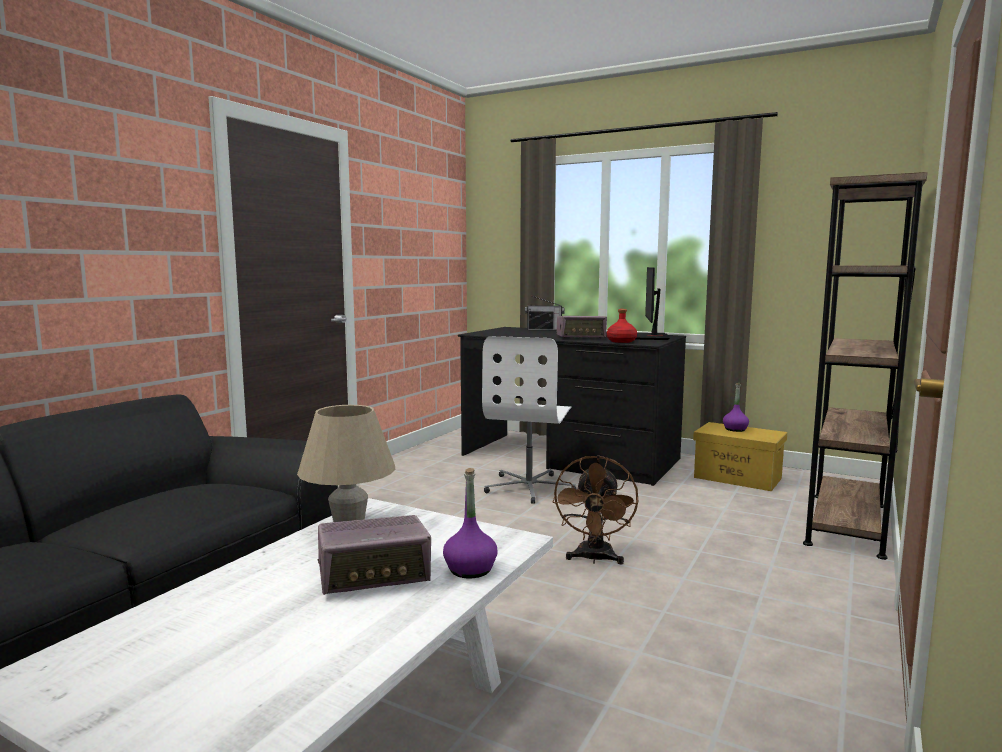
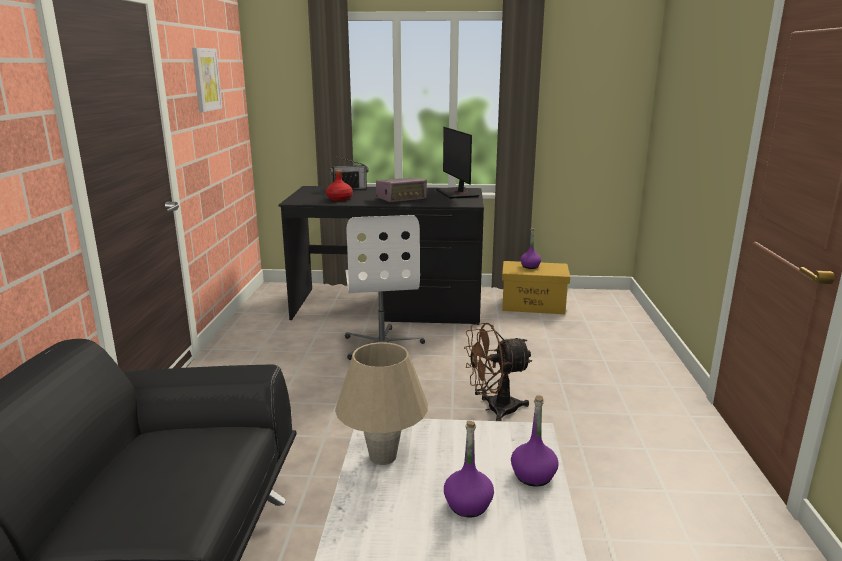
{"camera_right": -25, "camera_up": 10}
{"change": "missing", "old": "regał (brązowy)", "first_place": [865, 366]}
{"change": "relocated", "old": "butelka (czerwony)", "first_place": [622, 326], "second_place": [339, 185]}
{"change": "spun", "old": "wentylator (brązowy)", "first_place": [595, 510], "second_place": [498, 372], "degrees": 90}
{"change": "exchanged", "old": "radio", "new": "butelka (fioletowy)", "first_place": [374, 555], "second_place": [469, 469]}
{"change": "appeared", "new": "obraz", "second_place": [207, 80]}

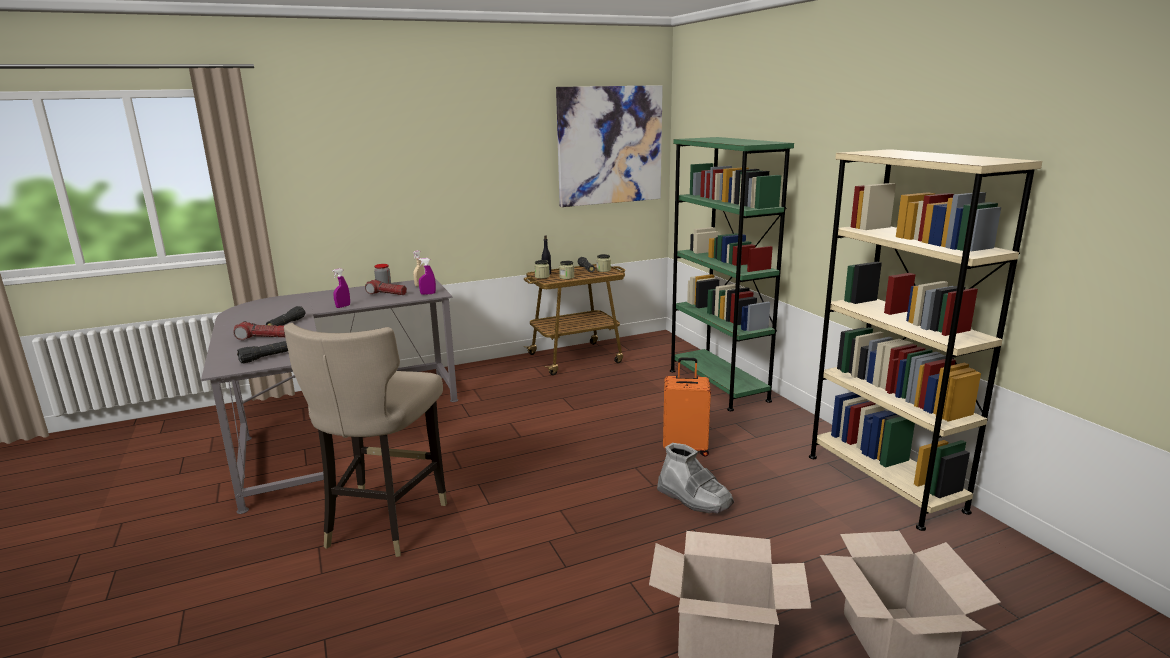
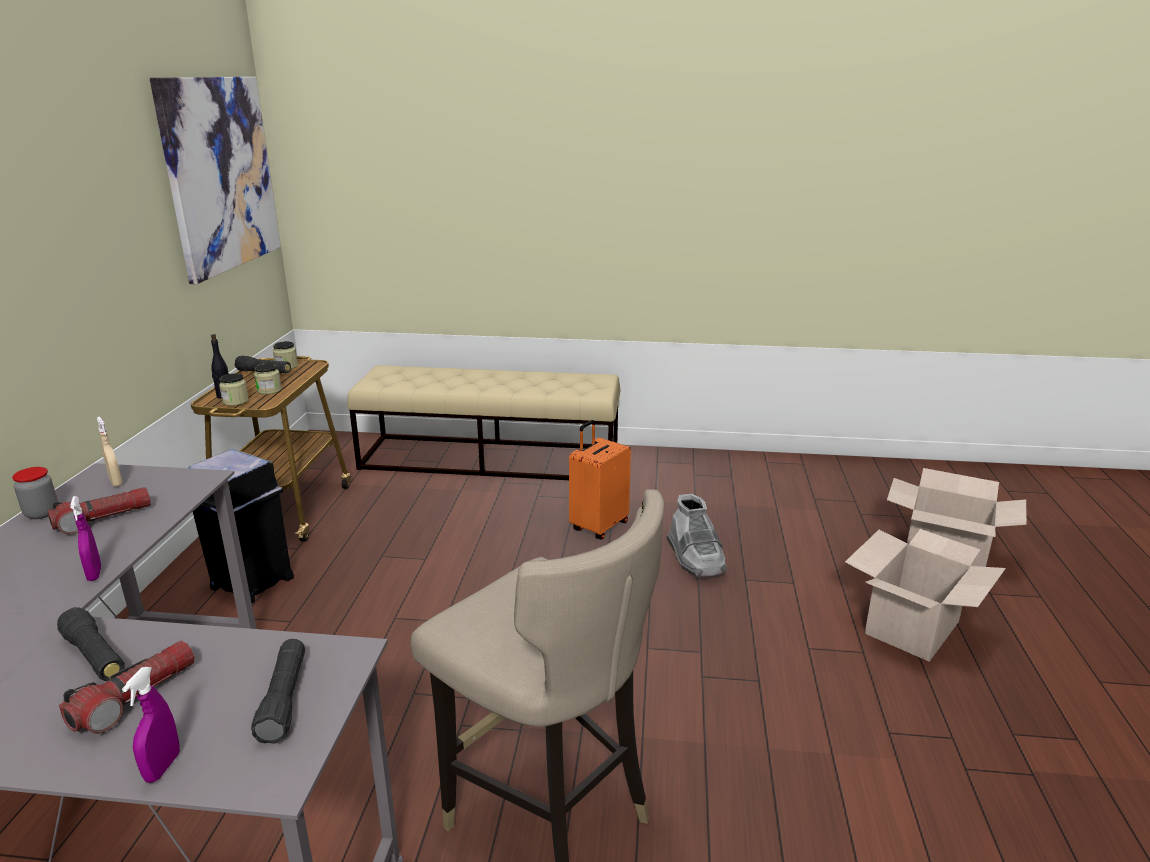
{"camera_right": -60, "camera_up": 5}
{"change": "exchanged", "old": "regał (zielony)", "new": "ławka (beżowy)", "first_place": [732, 274], "second_place": [484, 422]}
{"change": "missing", "old": "regał (beżowy)", "first_place": [925, 340]}
{"change": "relocated", "old": "spryskiwacz (fioletowy)", "first_place": [427, 276], "second_place": [151, 725]}
{"change": "spun", "old": "but z cholewką (szary)", "first_place": [695, 478], "second_place": [697, 535], "degrees": 90}
{"change": "appeared", "new": "kosz na śmieci (czarny)", "second_place": [241, 526]}

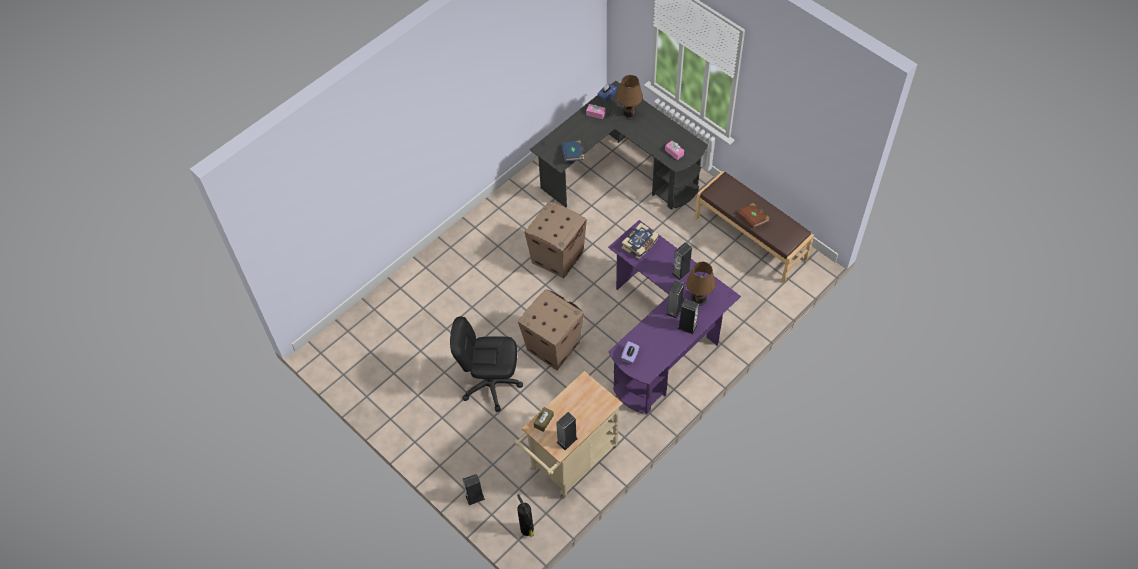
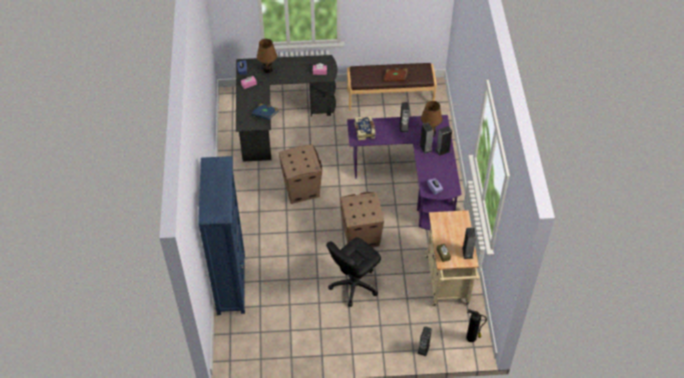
{"camera_right": -50, "camera_up": -5}
{"change": "appeared", "new": "regał (niebieski)", "second_place": [221, 235]}

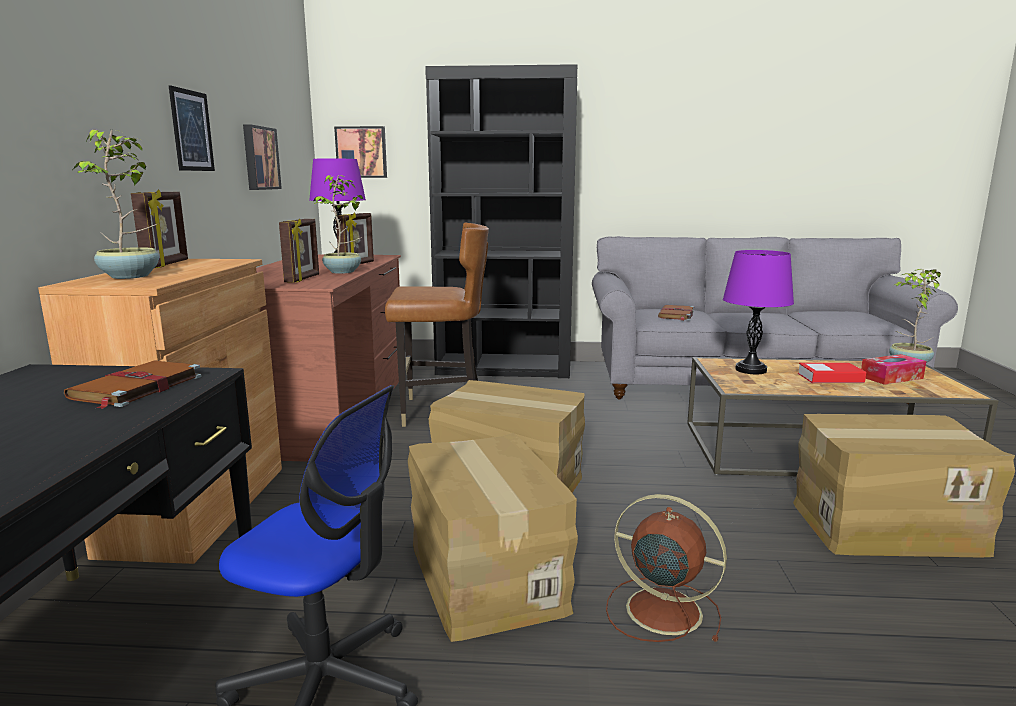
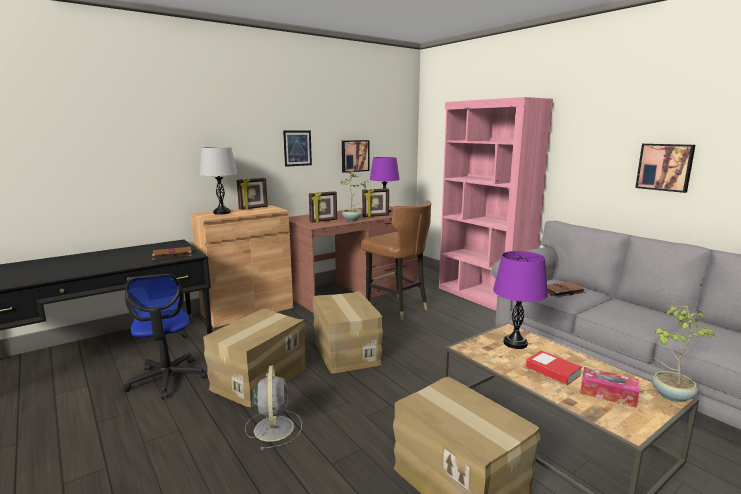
{"camera_right": 50, "camera_up": 0}
{"change": "colour", "old": "regał (czarny)", "new": "regał (różowy)", "first_place": [501, 221], "second_place": [496, 204]}
{"change": "relocated", "old": "obraz", "first_place": [360, 152], "second_place": [665, 168]}
{"change": "exchanged", "old": "roślina doniczkowa", "new": "lampa stołowa (szary)", "first_place": [116, 204], "second_place": [218, 181]}
{"change": "colour", "old": "wentylator (brązowy)", "new": "wentylator (szary)", "first_place": [666, 568], "second_place": [273, 407]}

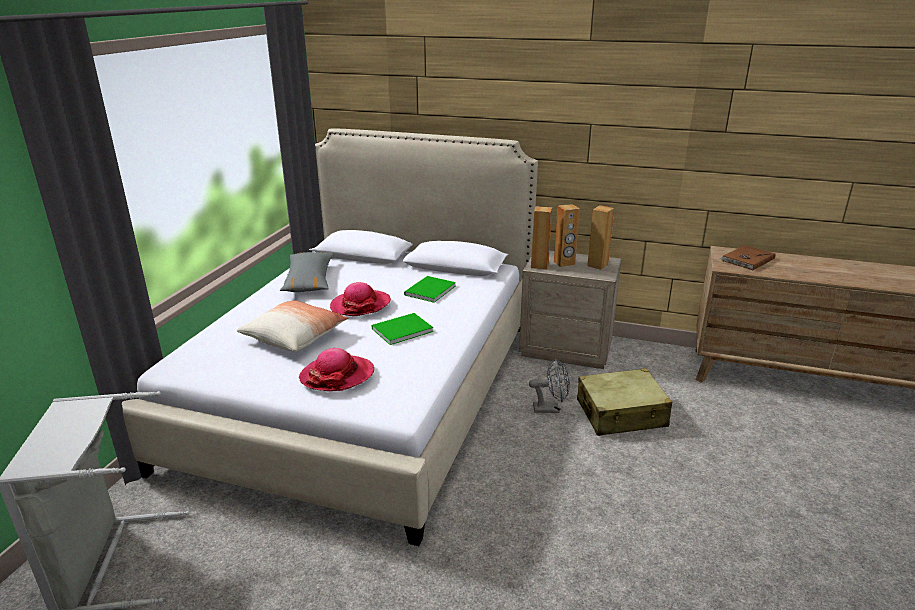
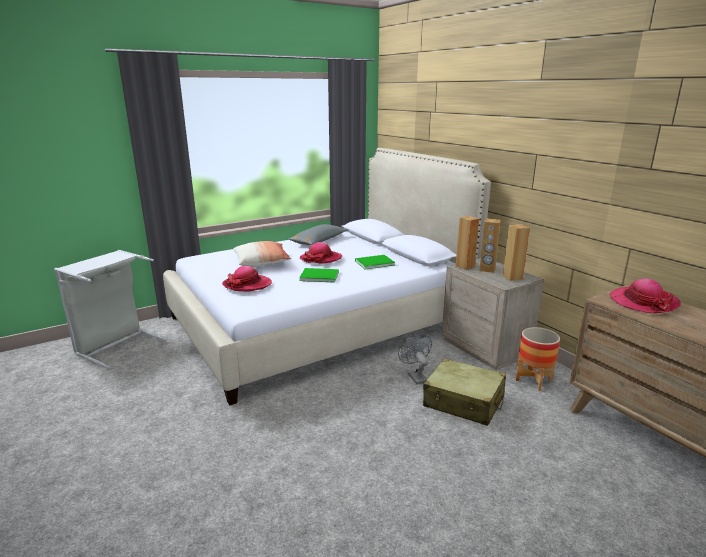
{"camera_right": 40, "camera_up": -5}
{"change": "exchanged", "old": "książka (brązowy)", "new": "kapelusz", "first_place": [748, 257], "second_place": [645, 295]}
{"change": "spun", "old": "wentylator (szary)", "first_place": [549, 385], "second_place": [415, 359], "degrees": -150}
{"change": "appeared", "new": "donica", "second_place": [537, 359]}

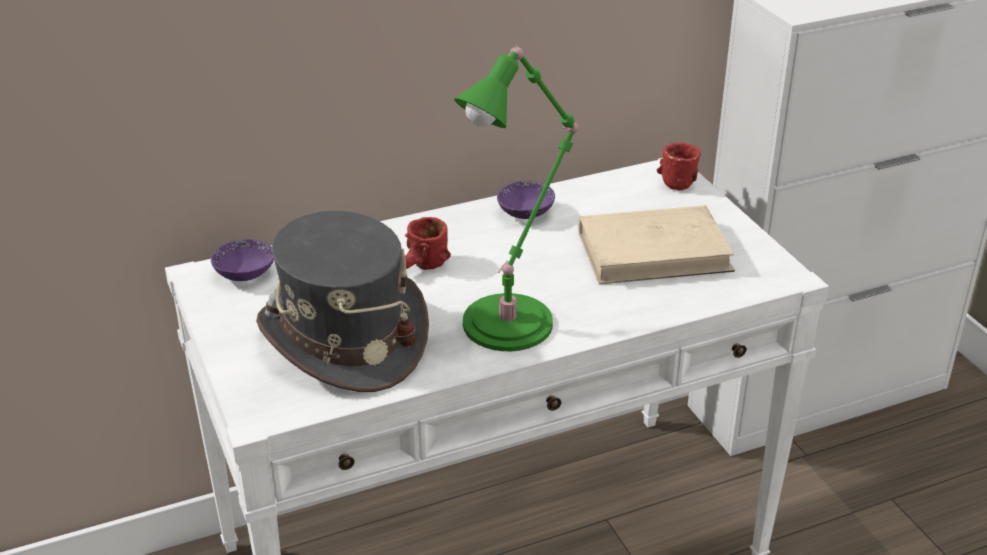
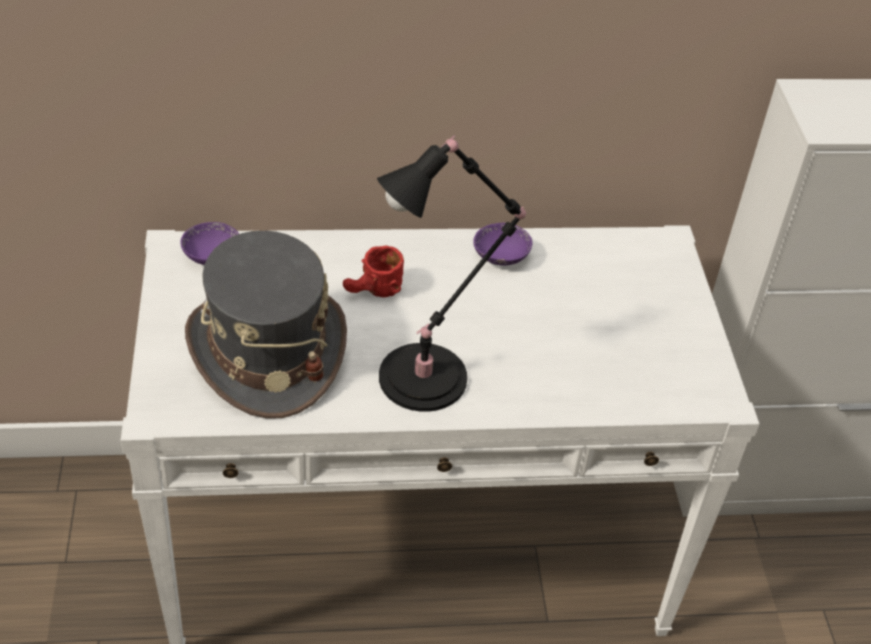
{"camera_right": 15, "camera_up": 10}
{"change": "colour", "old": "lampa stołowa (zielony)", "new": "lampa stołowa (czarny)", "first_place": [516, 197], "second_place": [451, 273]}
{"change": "missing", "old": "kubek (czerwony)", "first_place": [679, 166]}
{"change": "missing", "old": "książka (beżowy)", "first_place": [656, 244]}

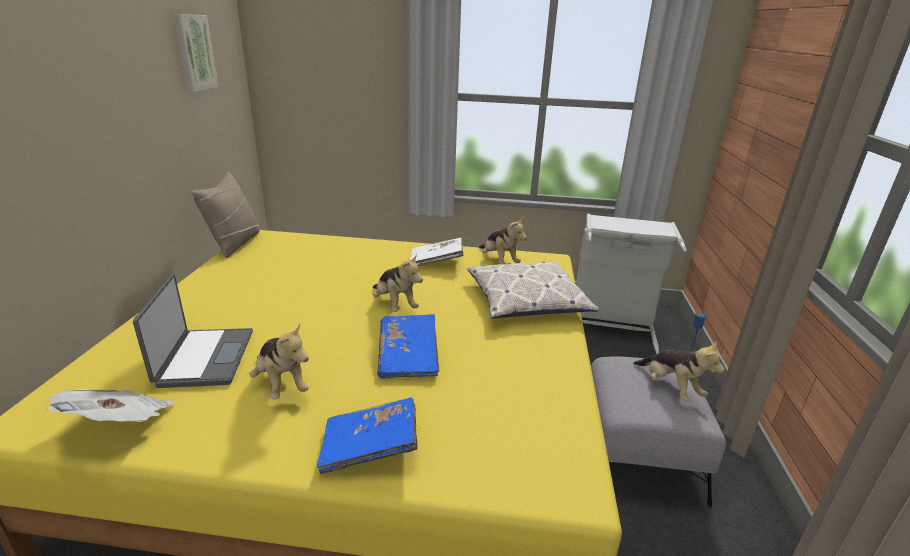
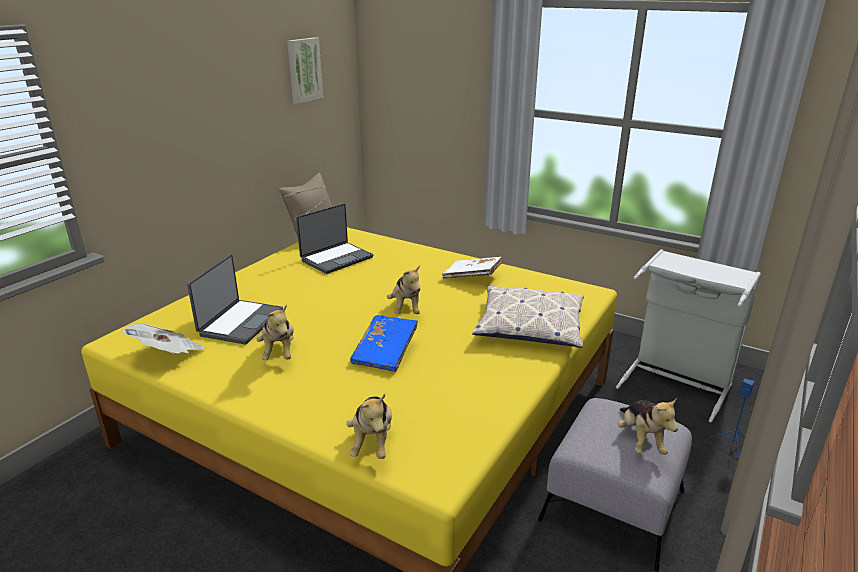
{"camera_right": 25, "camera_up": 0}
{"change": "relocated", "old": "pluszak", "first_place": [503, 240], "second_place": [369, 426]}
{"change": "missing", "old": "książka (niebieski)", "first_place": [367, 436]}
{"change": "appeared", "new": "laptop", "second_place": [334, 238]}

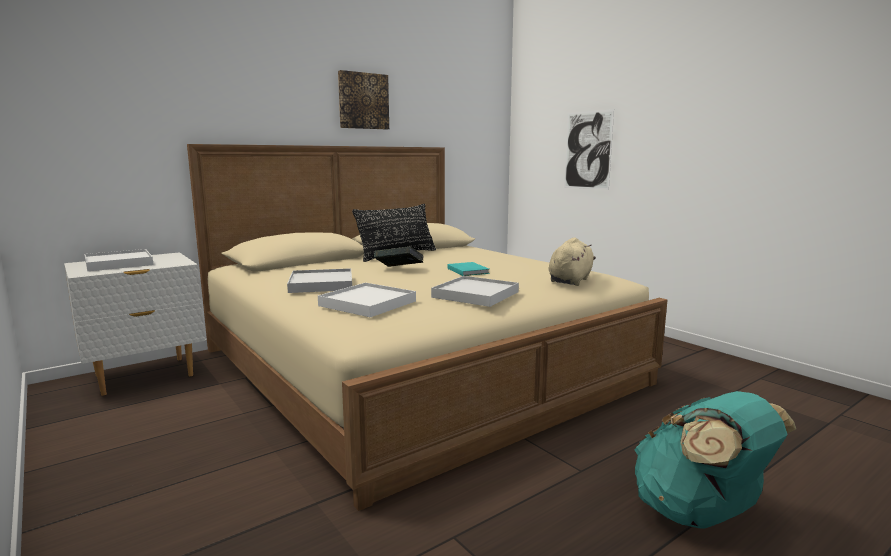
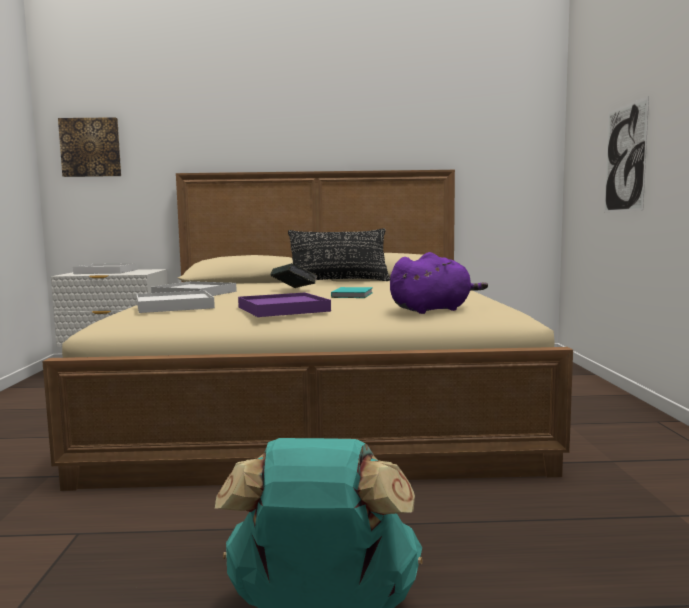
{"camera_right": 35, "camera_up": -5}
{"change": "relocated", "old": "obraz", "first_place": [363, 99], "second_place": [89, 147]}
{"change": "colour", "old": "pluszak (beżowy)", "new": "pluszak (fioletowy)", "first_place": [572, 261], "second_place": [439, 283]}
{"change": "colour", "old": "taca (biały)", "new": "taca (fioletowy)", "first_place": [475, 291], "second_place": [284, 304]}

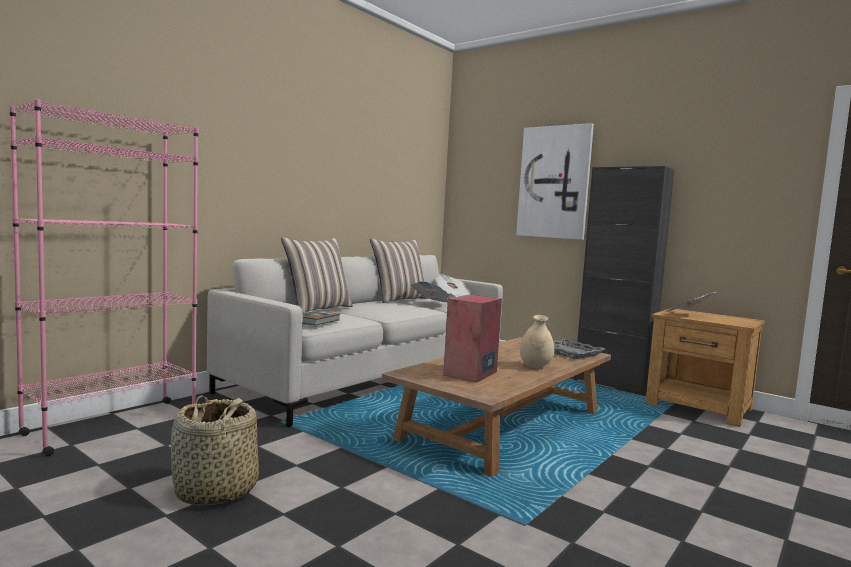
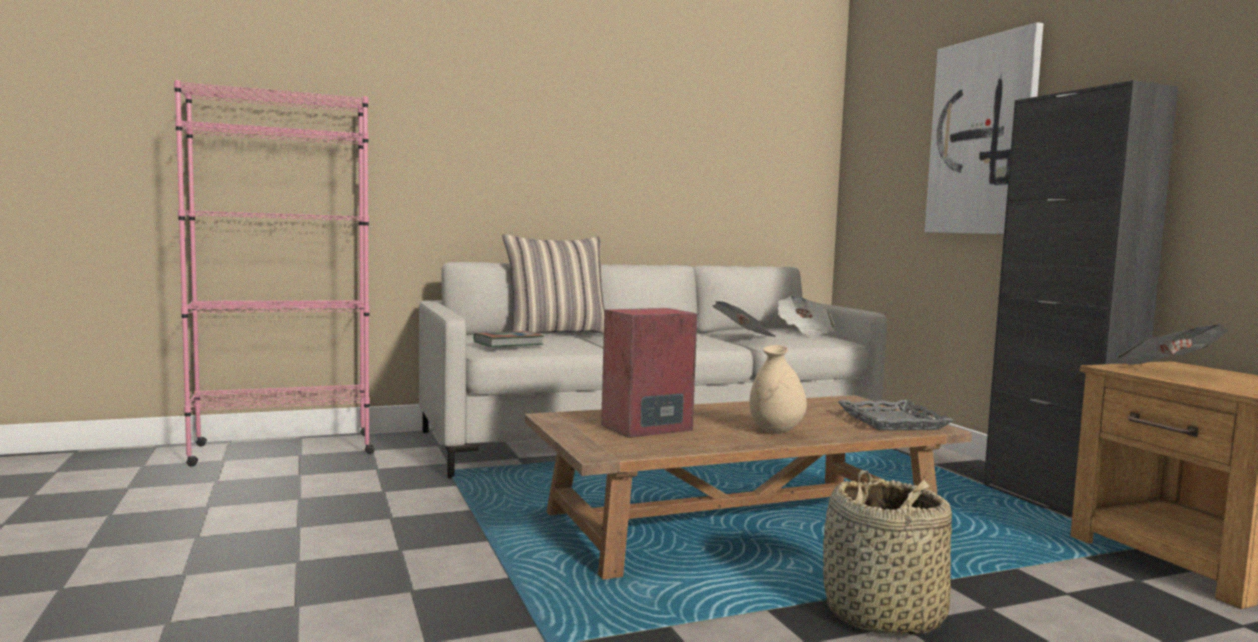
{"camera_right": 30, "camera_up": 0}
{"change": "missing", "old": "poduszka", "first_place": [399, 270]}
{"change": "relocated", "old": "koszyk", "first_place": [215, 451], "second_place": [887, 553]}

